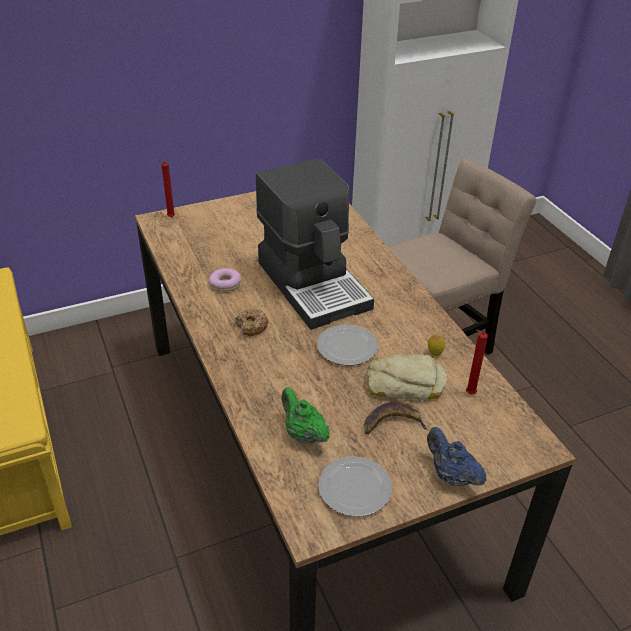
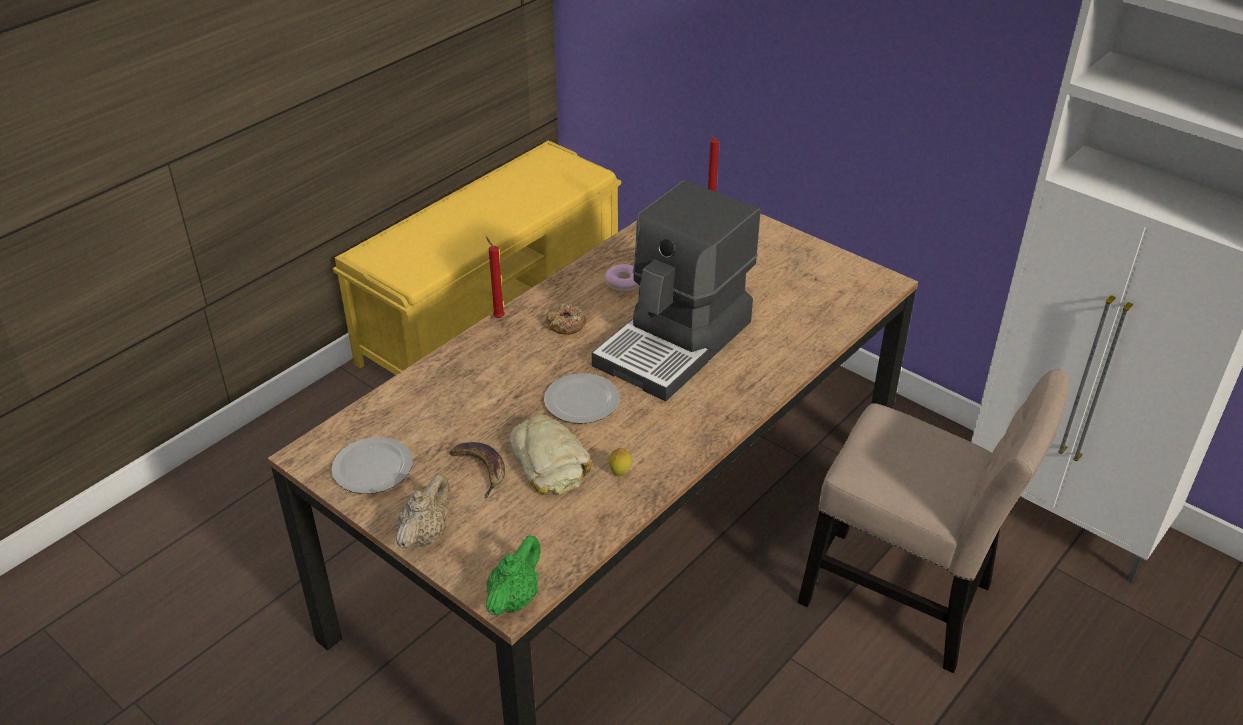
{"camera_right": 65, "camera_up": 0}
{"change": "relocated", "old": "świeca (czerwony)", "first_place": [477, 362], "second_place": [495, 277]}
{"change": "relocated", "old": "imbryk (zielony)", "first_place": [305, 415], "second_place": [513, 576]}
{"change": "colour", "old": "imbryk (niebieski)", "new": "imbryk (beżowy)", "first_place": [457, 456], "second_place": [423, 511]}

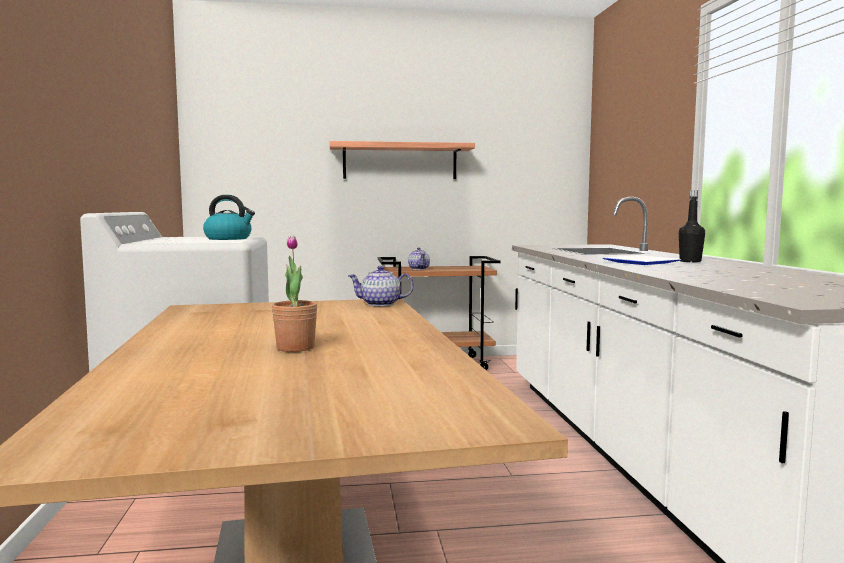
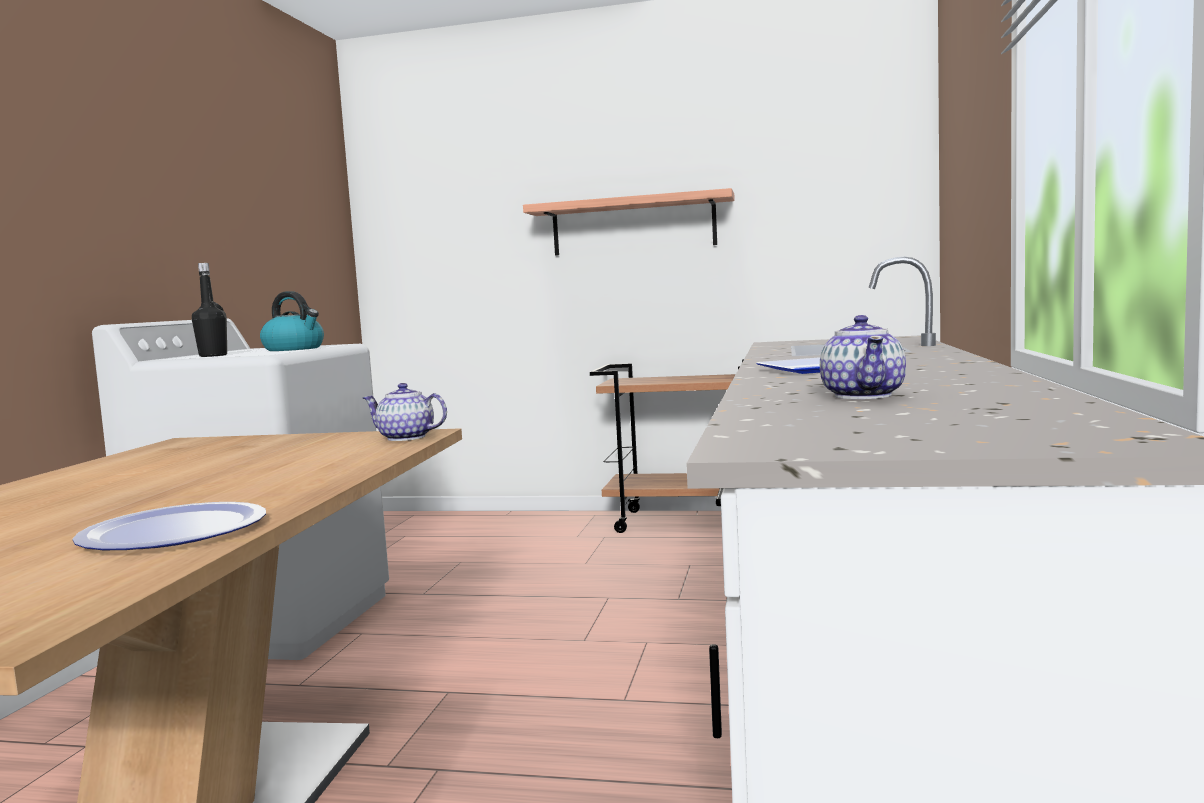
{"camera_right": 20, "camera_up": 0}
{"change": "relocated", "old": "butelka (czarny)", "first_place": [692, 226], "second_place": [209, 310]}
{"change": "missing", "old": "roślina doniczkowa", "first_place": [295, 294]}
{"change": "relocated", "old": "imbryk", "first_place": [419, 258], "second_place": [863, 357]}
{"change": "appeared", "new": "talerz", "second_place": [169, 526]}

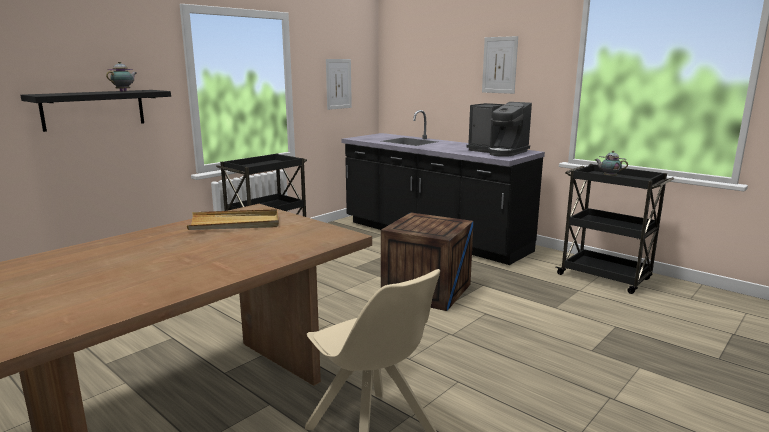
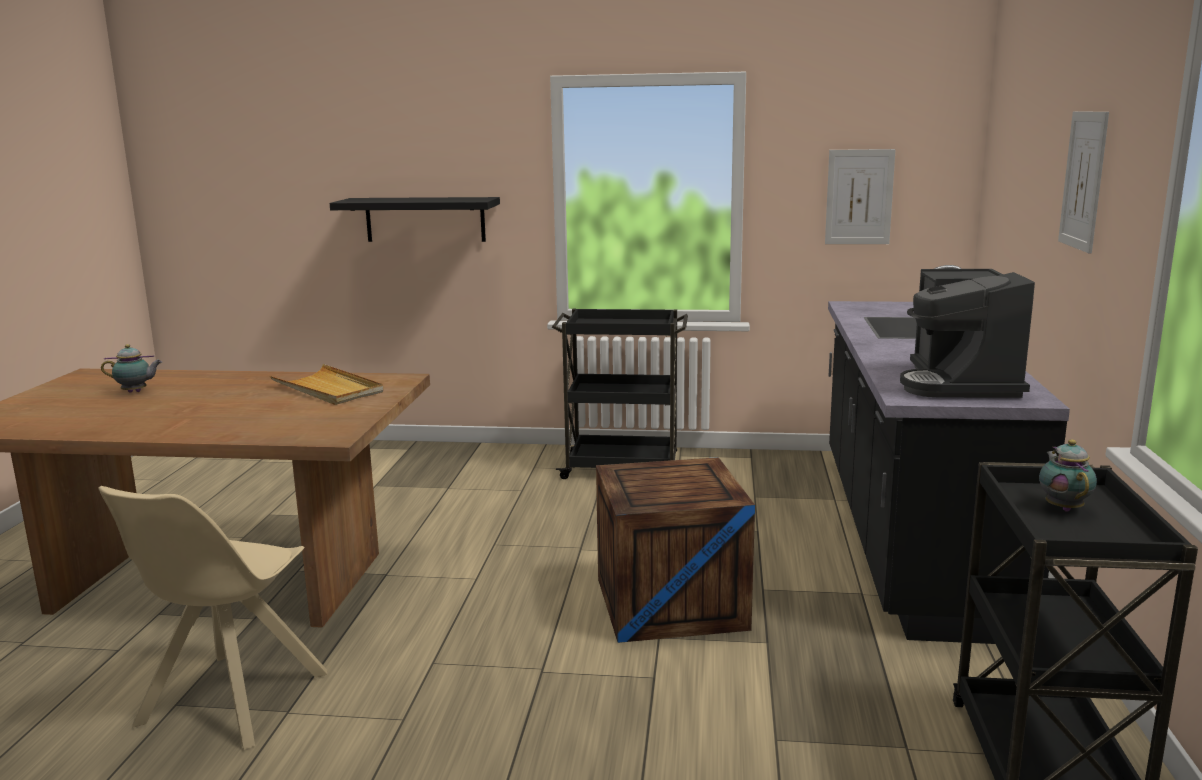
{"camera_right": 55, "camera_up": 0}
{"change": "relocated", "old": "imbryk", "first_place": [121, 76], "second_place": [131, 368]}

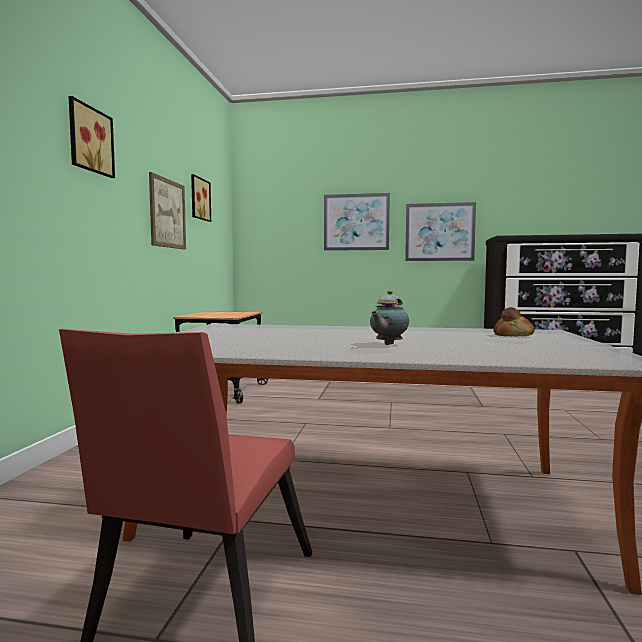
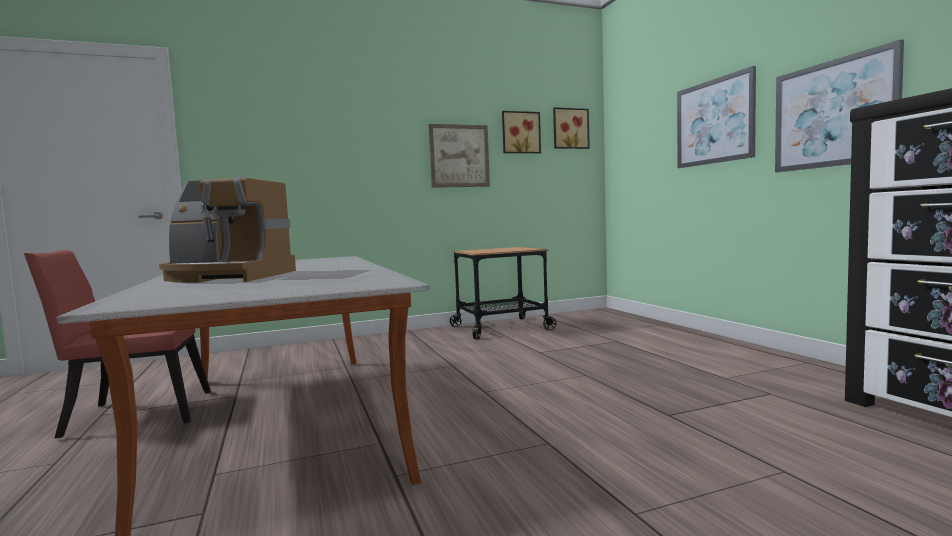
{"camera_right": 60, "camera_up": 0}
{"change": "relocated", "old": "obraz", "first_place": [91, 137], "second_place": [571, 128]}
{"change": "exchanged", "old": "imbryk", "new": "ekspres do kawy", "first_place": [389, 317], "second_place": [227, 230]}
{"change": "missing", "old": "chleb", "first_place": [514, 322]}

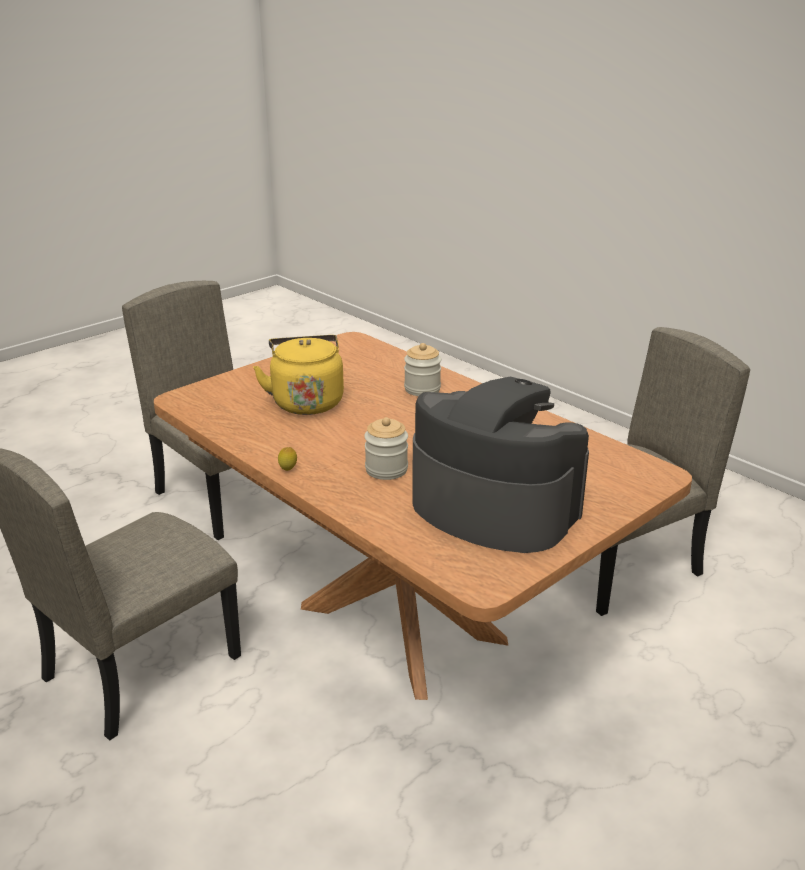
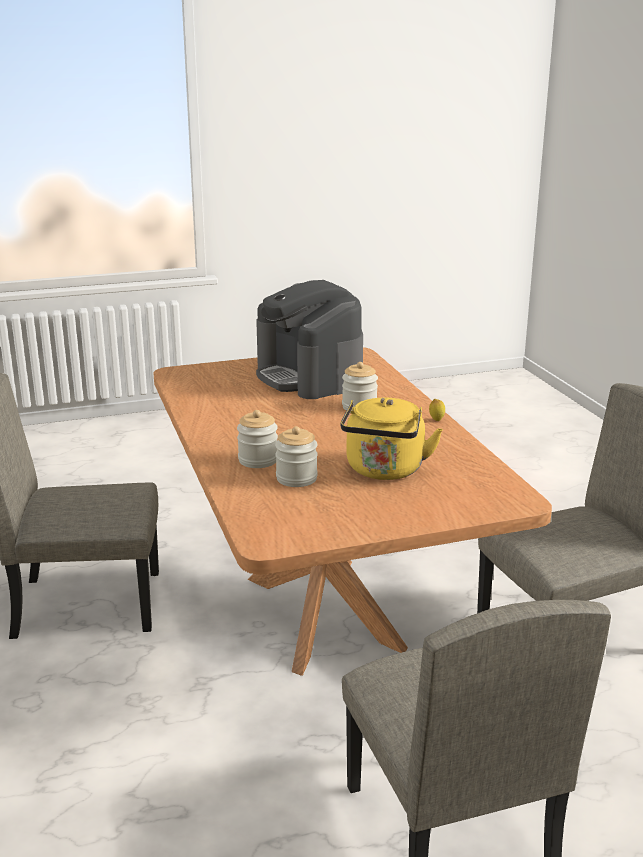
{"camera_right": -155, "camera_up": -5}
{"change": "appeared", "new": "słoik", "second_place": [296, 456]}

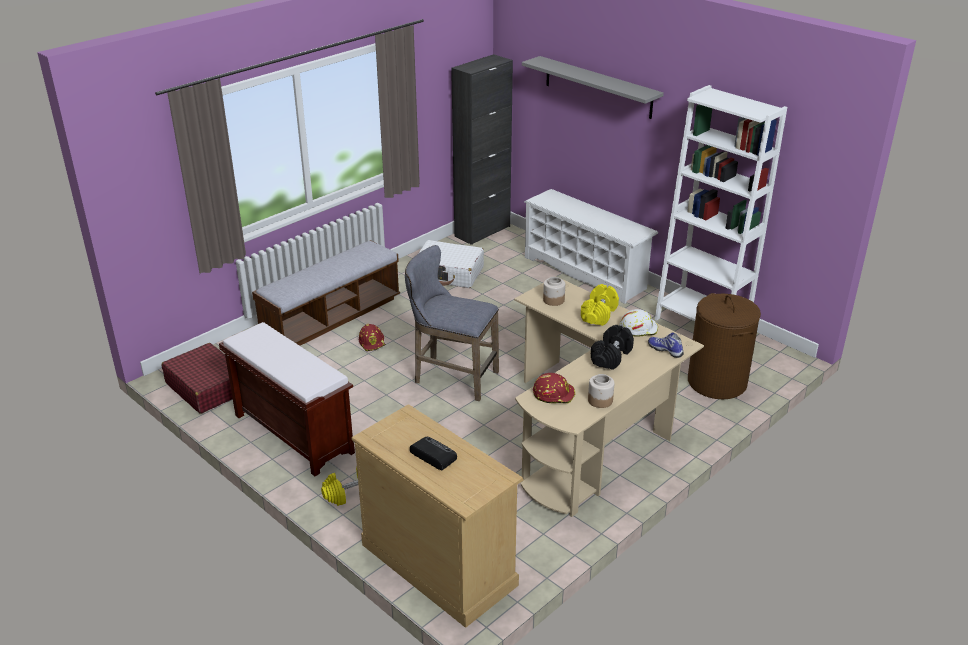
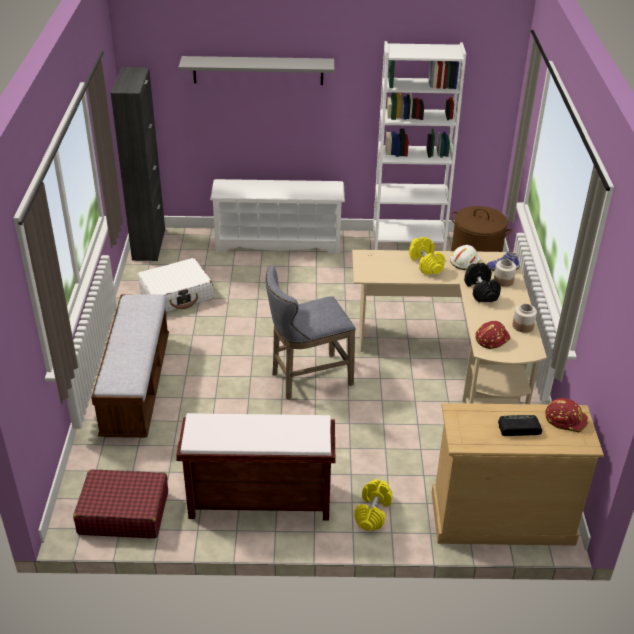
{"camera_right": -45, "camera_up": 5}
{"change": "relocated", "old": "słoik", "first_place": [554, 291], "second_place": [505, 273]}
{"change": "relocated", "old": "kask (czerwony)", "first_place": [372, 337], "second_place": [566, 415]}

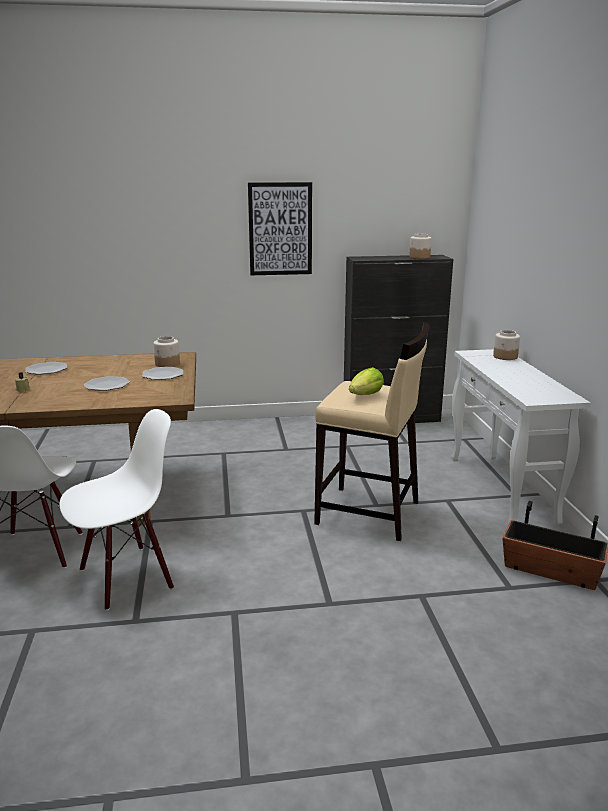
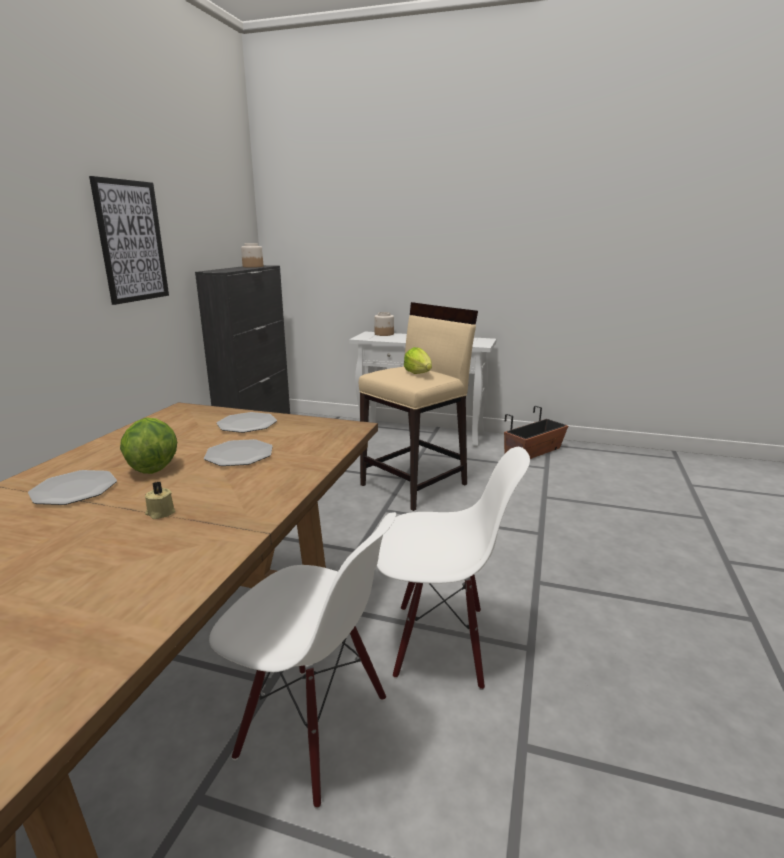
{"camera_right": -65, "camera_up": 0}
{"change": "missing", "old": "słoik", "first_place": [166, 351]}
{"change": "spun", "old": "krzesło (biały)", "first_place": [116, 510], "second_place": [453, 568], "degrees": 105}
{"change": "appeared", "new": "sałata", "second_place": [148, 445]}

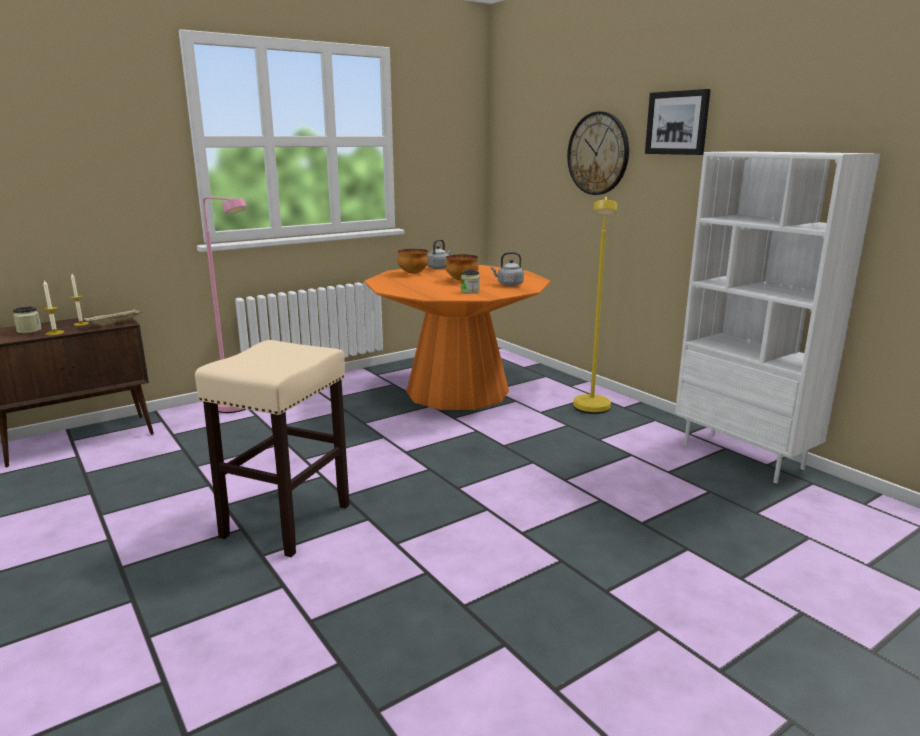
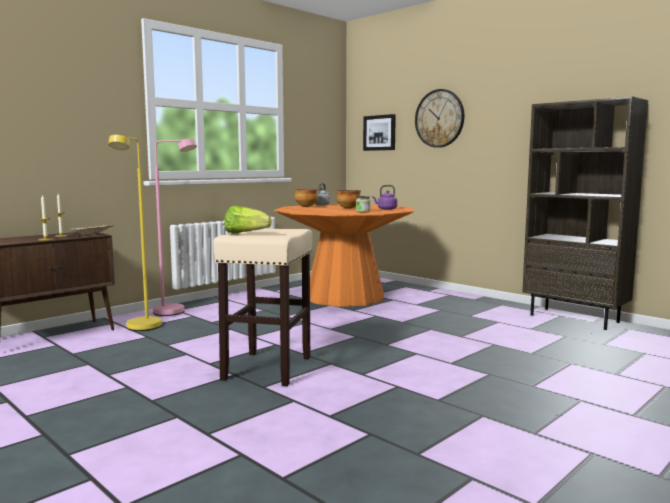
{"camera_right": -10, "camera_up": -10}
{"change": "relocated", "old": "obraz", "first_place": [678, 122], "second_place": [379, 132]}
{"change": "colour", "old": "regał (biały)", "new": "regał (brązowy)", "first_place": [777, 317], "second_place": [585, 213]}
{"change": "relocated", "old": "lampa stojąca (żółty)", "first_place": [595, 305], "second_place": [135, 233]}
{"change": "colour", "old": "czajnik (szary)", "new": "czajnik (fioletowy)", "first_place": [507, 269], "second_place": [384, 197]}
{"change": "missing", "old": "słoik", "first_place": [27, 319]}
{"change": "appeared", "new": "sałata", "second_place": [248, 219]}

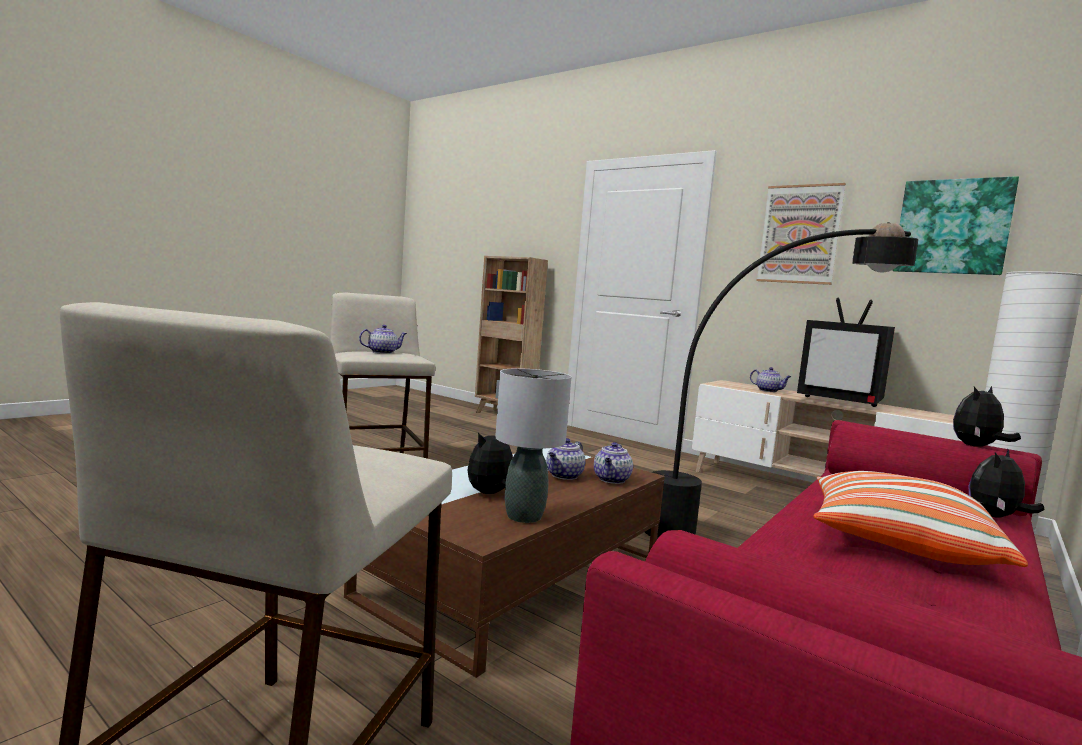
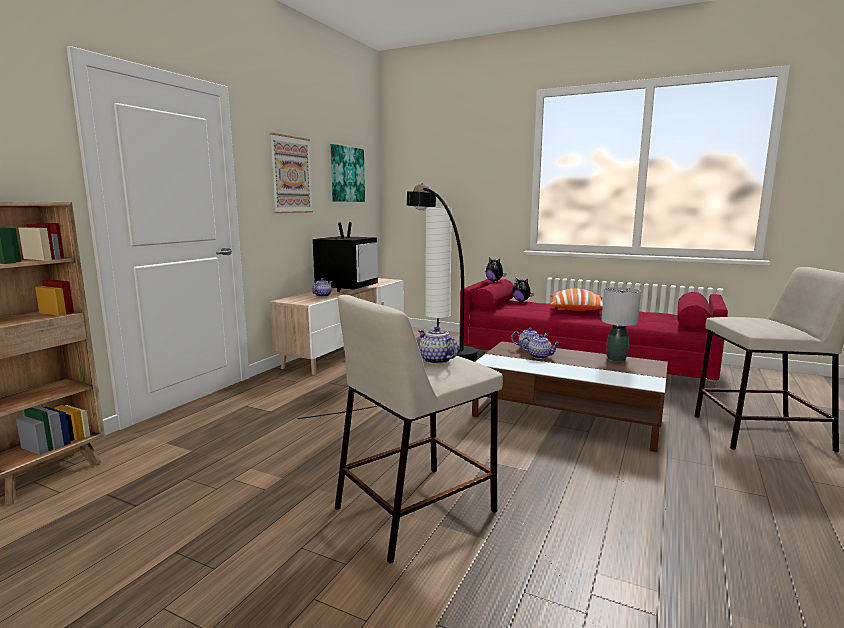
{"camera_right": -100, "camera_up": 5}
{"change": "missing", "old": "pluszak", "first_place": [490, 463]}

